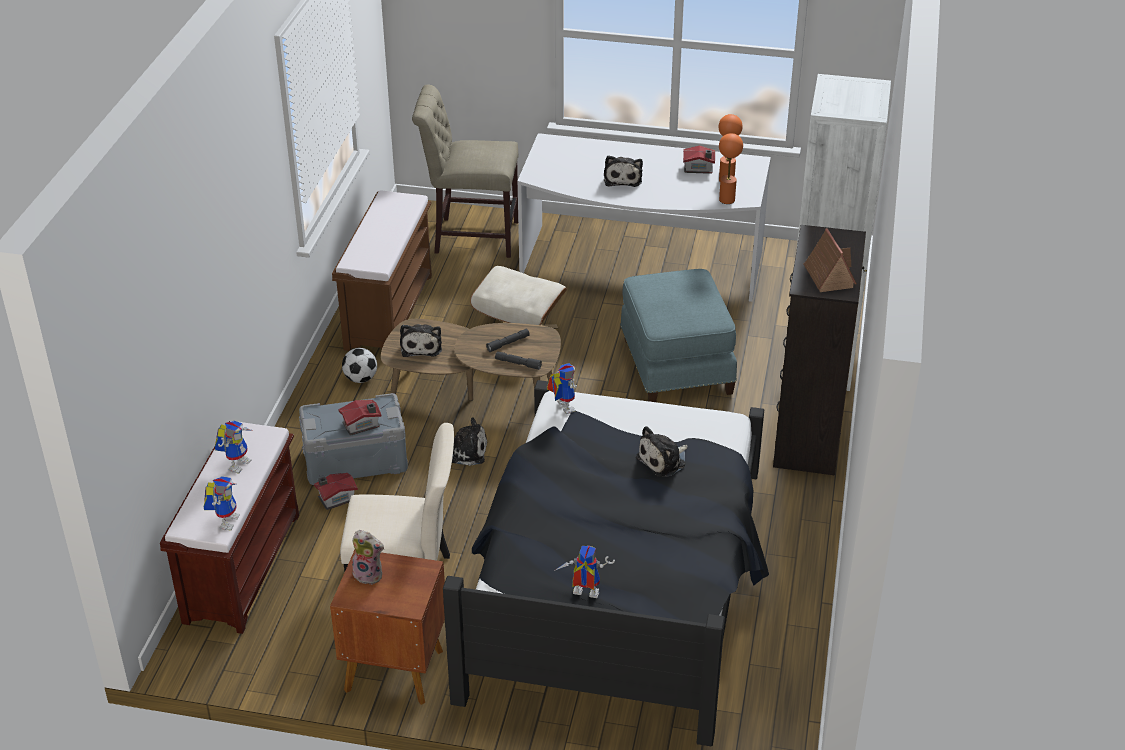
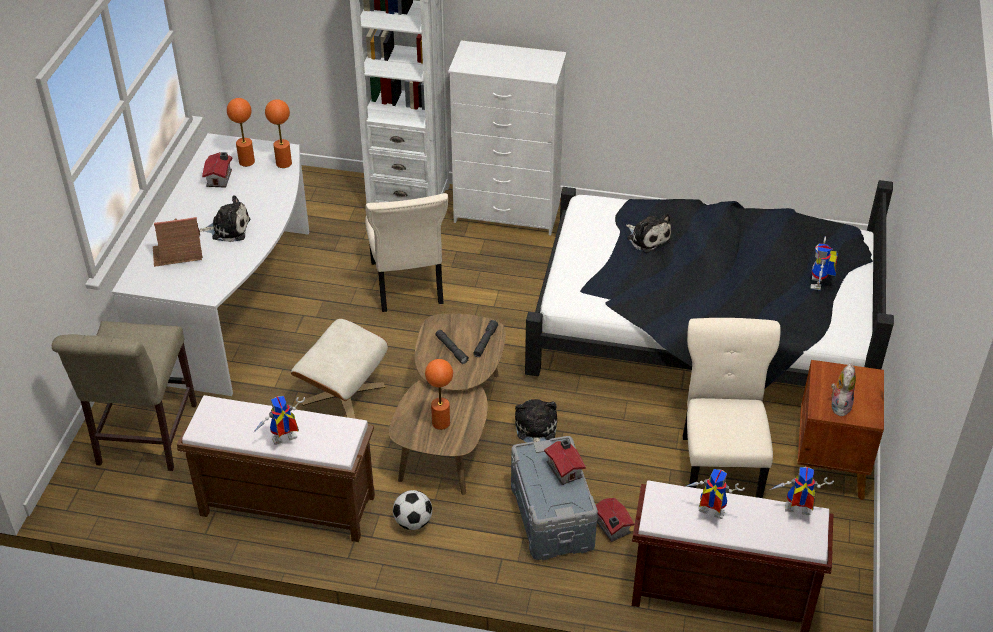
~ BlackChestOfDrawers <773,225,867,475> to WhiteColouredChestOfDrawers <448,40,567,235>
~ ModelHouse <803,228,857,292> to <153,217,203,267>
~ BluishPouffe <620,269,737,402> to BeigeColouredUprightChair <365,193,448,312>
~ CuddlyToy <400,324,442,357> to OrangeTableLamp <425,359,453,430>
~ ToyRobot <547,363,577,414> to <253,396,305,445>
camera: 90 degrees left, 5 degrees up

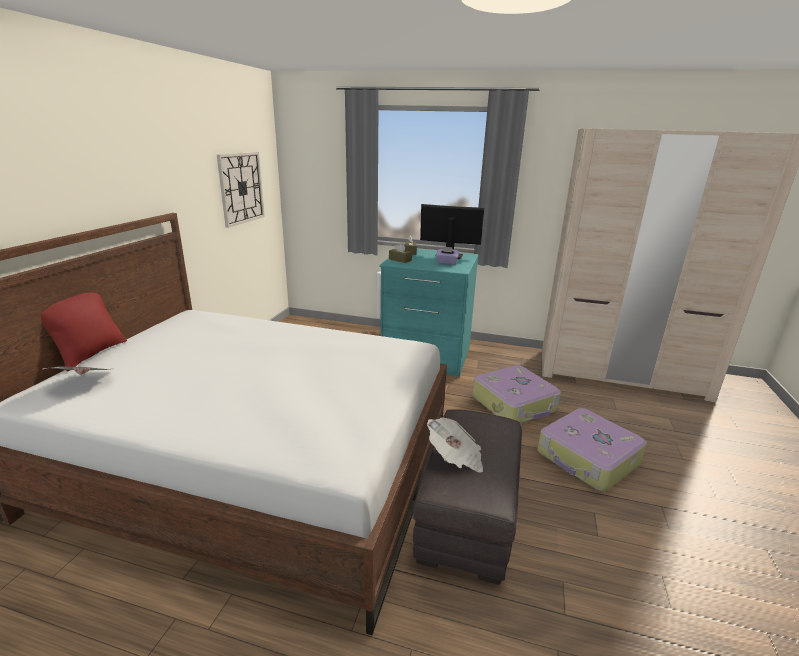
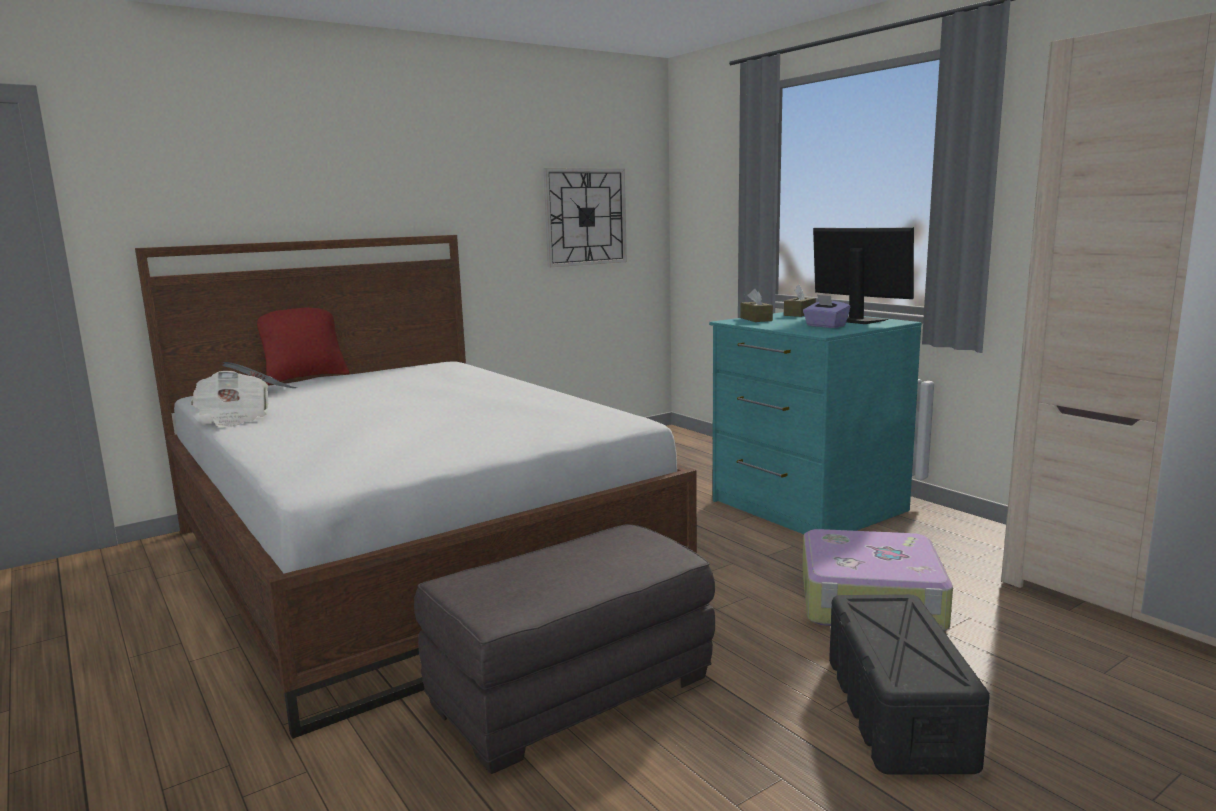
~ PieceOfLuggage <538,408,647,491> to BlackStorageBin <829,594,989,775>
~ Newspaper <427,418,483,473> to <190,371,268,428>
camera: 40 degrees right, 10 degrees down

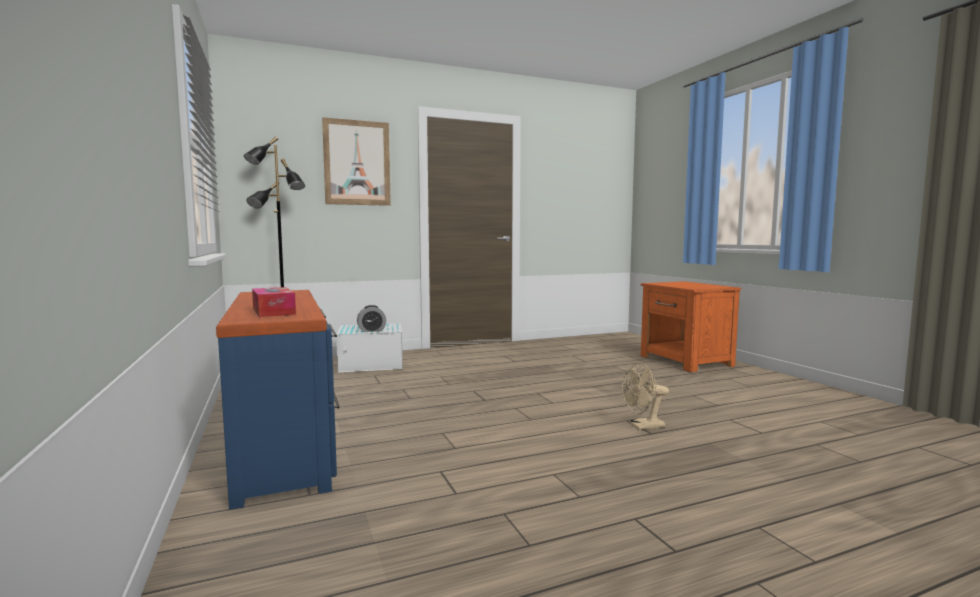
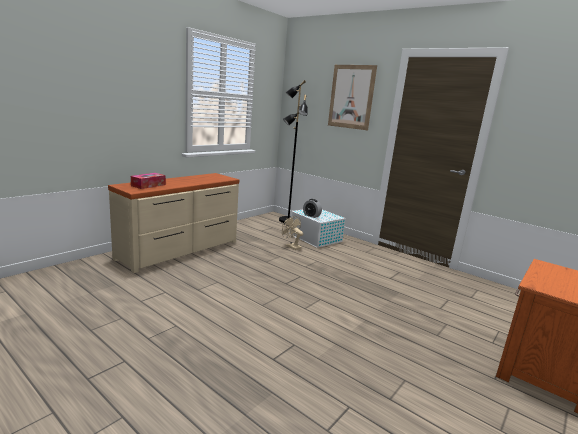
~ BluishChestOfDrawers <216,290,340,510> to BeigeColouredChestOfDrawers <108,173,239,273>
~ BeigeColouredCoolingFan <622,362,669,430> to <282,216,303,250>
camera: 60 degrees right, 10 degrees up

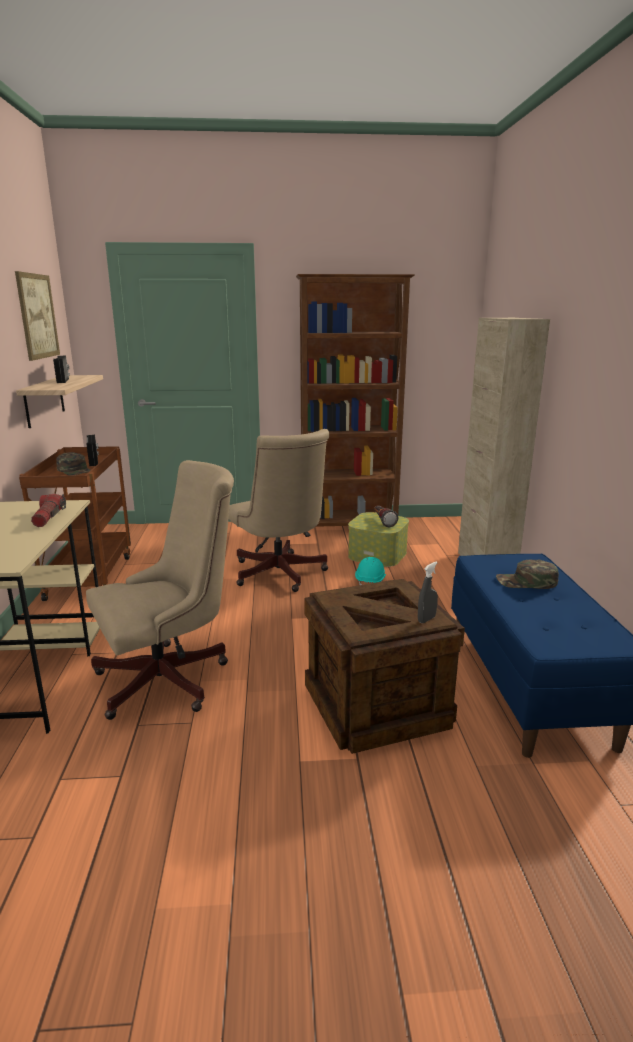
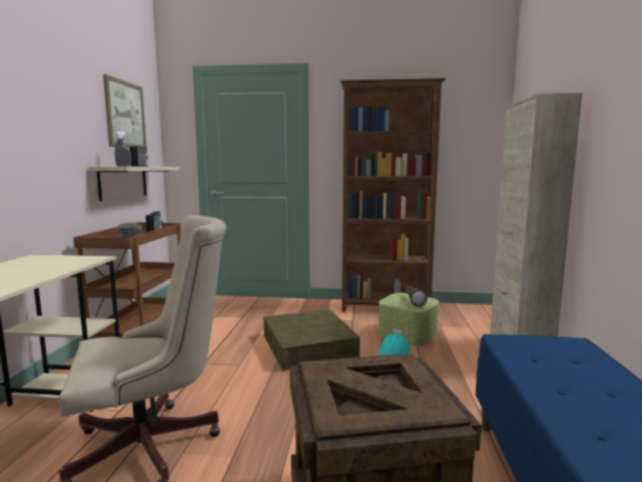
~ BeigeColouredDeskChair <228,429,329,592> to BrownishStorageBin <263,309,360,371>
- Flashlight <31,494,66,527>
- GreenishCap <496,559,559,589>
~ GreyishSprayBottle <418,562,438,623> to <115,131,131,166>
camera: 10 degrees right, 10 degrees down

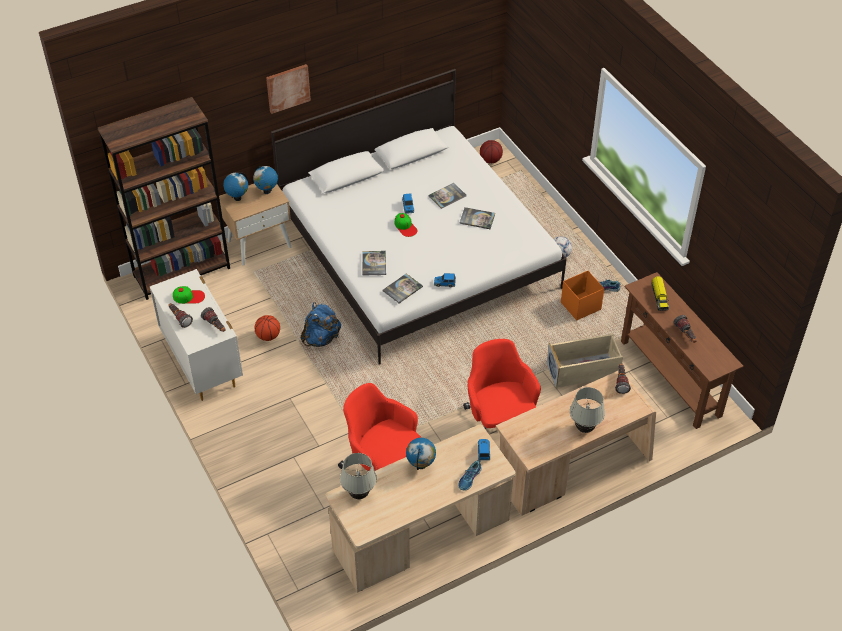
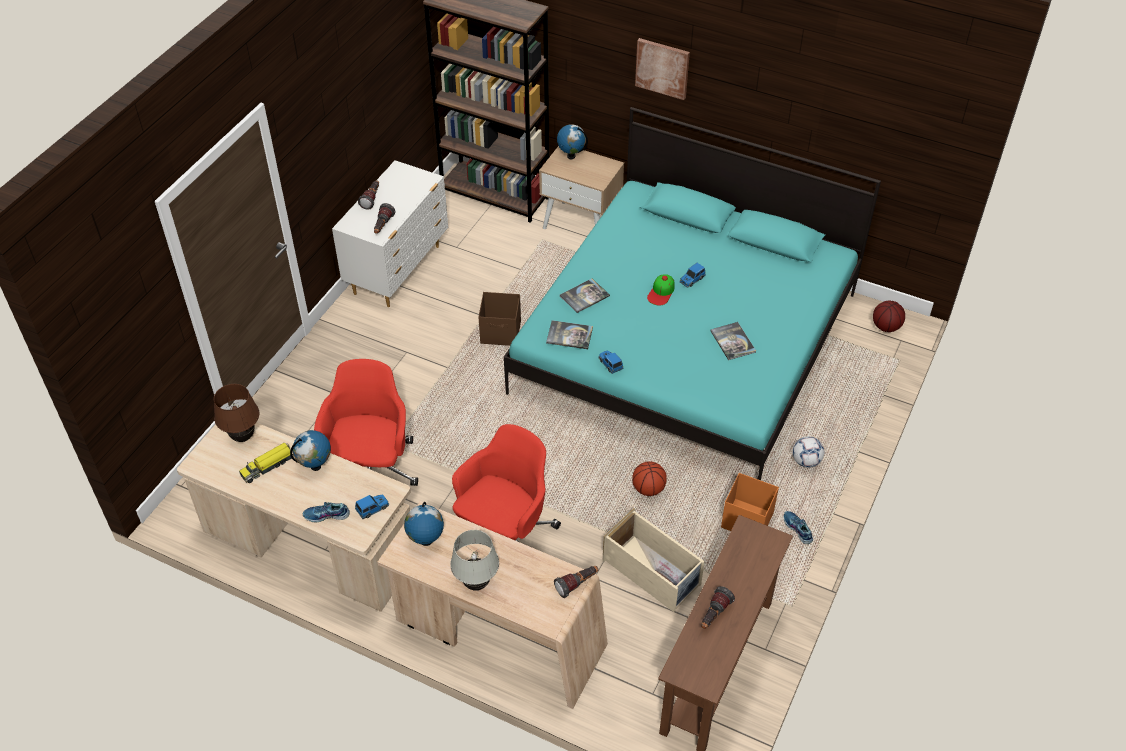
~ WhiteColouredSleepingBed <271,69,567,365> to TurquoiseSleepingBed <504,107,881,480>
~ WorldGlobe <253,166,278,194> to <404,502,444,546>
- Book <428,183,466,209>
~ ModelTruck <651,276,669,311> to <239,443,294,483>
- Cap <173,286,205,304>
~ BluishBackpack <300,302,341,347> to BrownishStorageBin <478,292,521,346>
~ BallForBasketball <255,315,280,341> to <632,461,667,496>
~ WhiteColouredTableLamp <340,453,377,499> to BrownishTableLamp <214,384,259,442>
camera: 55 degrees right, 0 degrees up

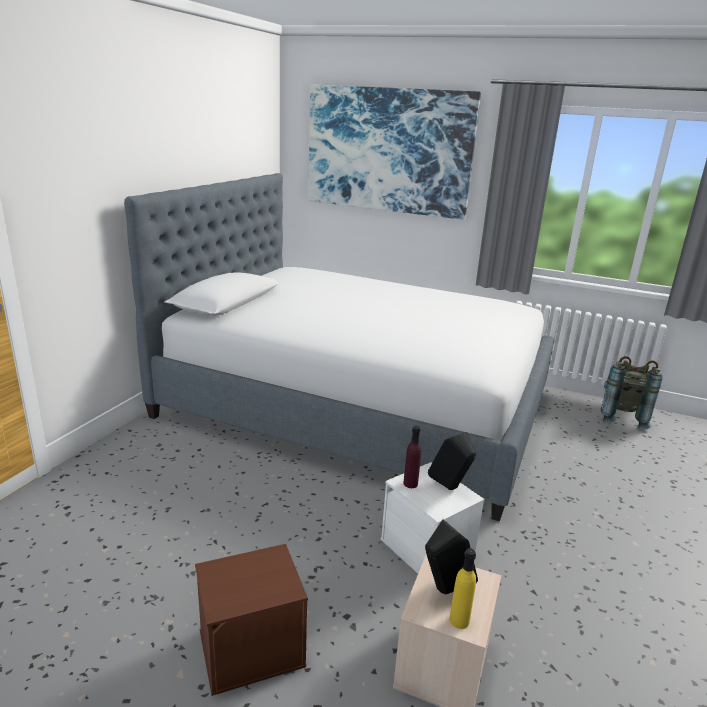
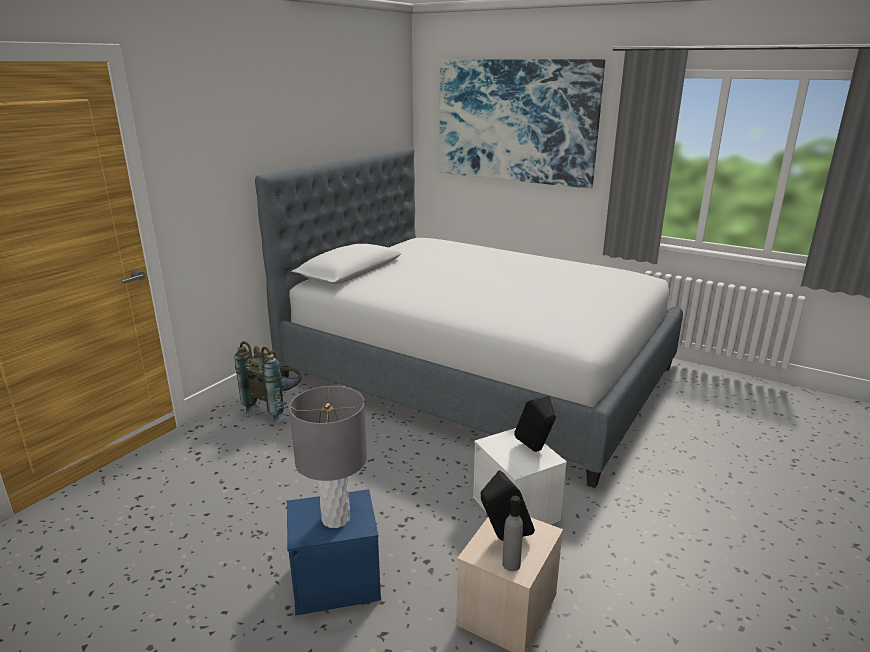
~ GreyishBackpack <601,356,663,430> to <234,341,302,423>
- PurpleBeverageBottle <403,426,421,488>
~ BrownishStorageBin <195,544,308,696> to BluishStorageBin <287,489,381,616>
~ YellowBeverageBottle <450,548,476,629> to GreyishBeverageBottle <502,496,523,571>
+ GreyishTableLamp <289,386,367,528>
camera: 10 degrees right, 0 degrees up

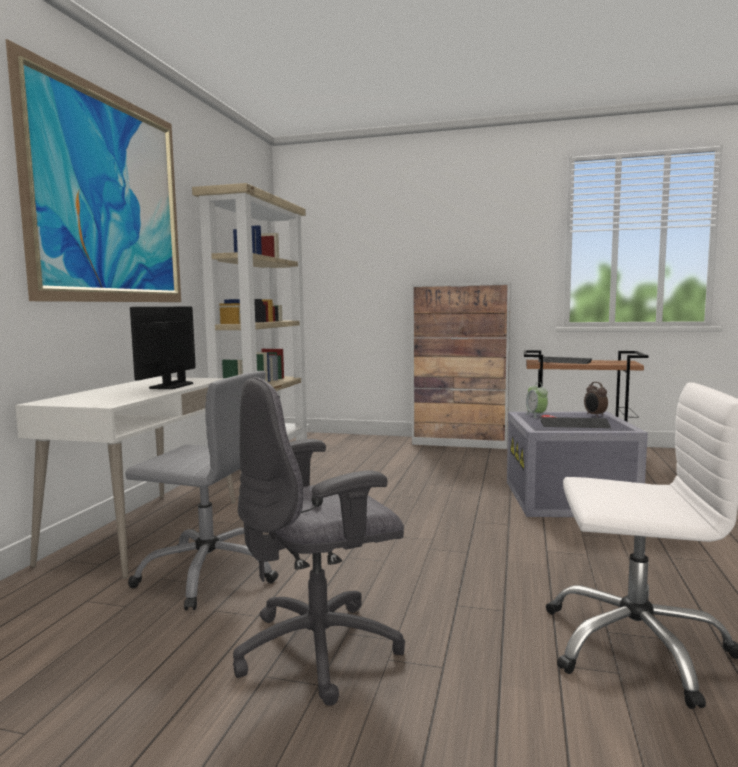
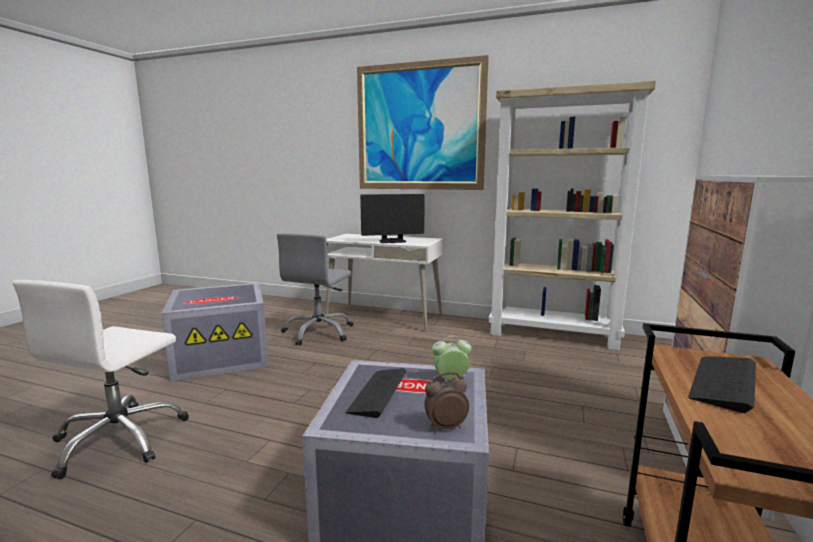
~ ComputerScreen <130,307,196,389> = <360,194,425,243> 150 degrees clockwise
~ GreyishDeskChair <233,377,405,706> to GreyishStorageBin <161,283,268,381>
camera: 95 degrees right, 5 degrees up

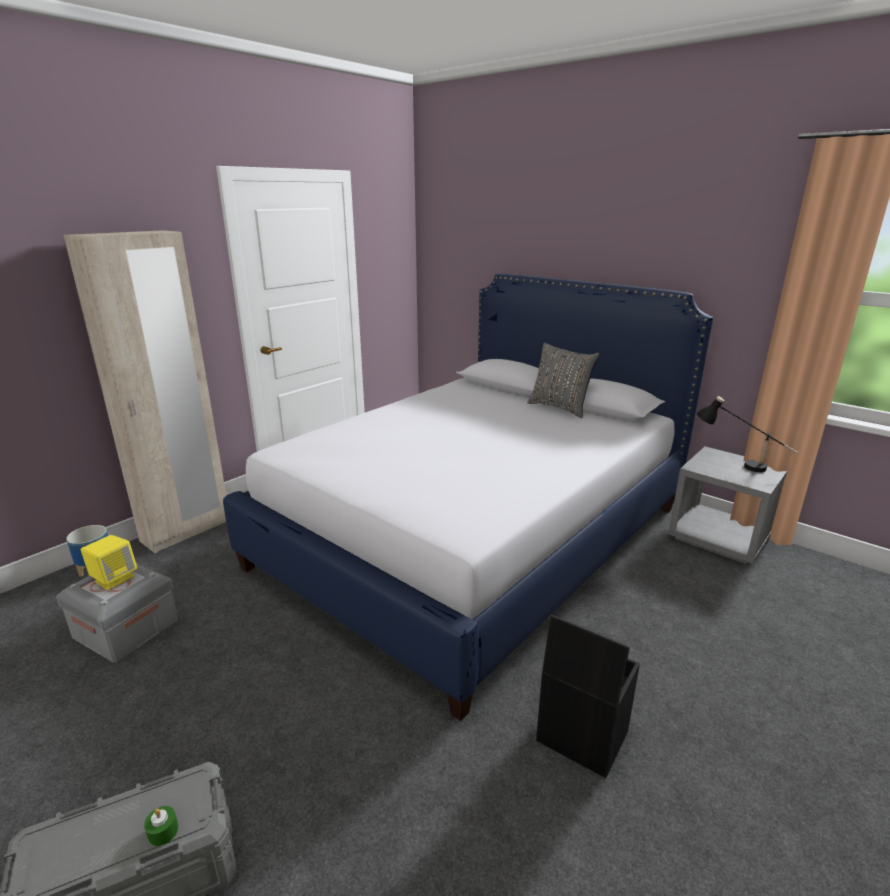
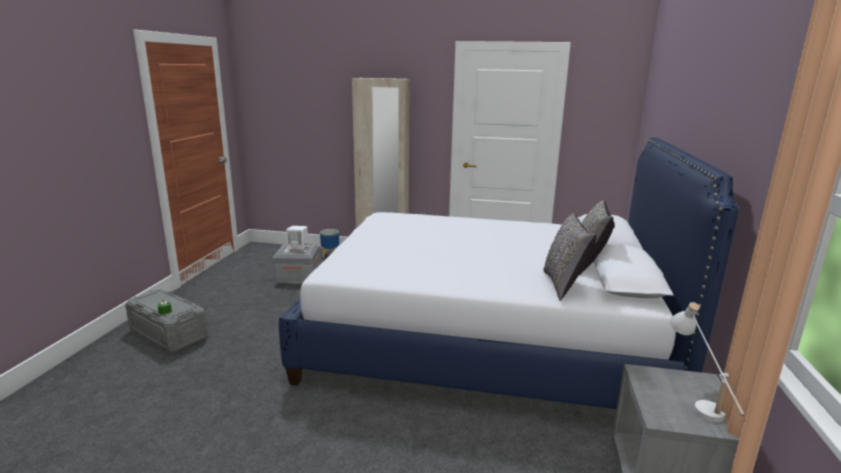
~ BlackTableLamp <697,396,798,472> to WhiteColouredTableLamp <670,302,745,422>
~ YellowAudioSpeaker <81,535,137,590> to WhiteColouredAudioSpeaker <286,226,308,250>
- BlackStorageBin <536,615,640,778>
+ GreyishCushion <543,213,596,301>
camera: 60 degrees right, 5 degrees down

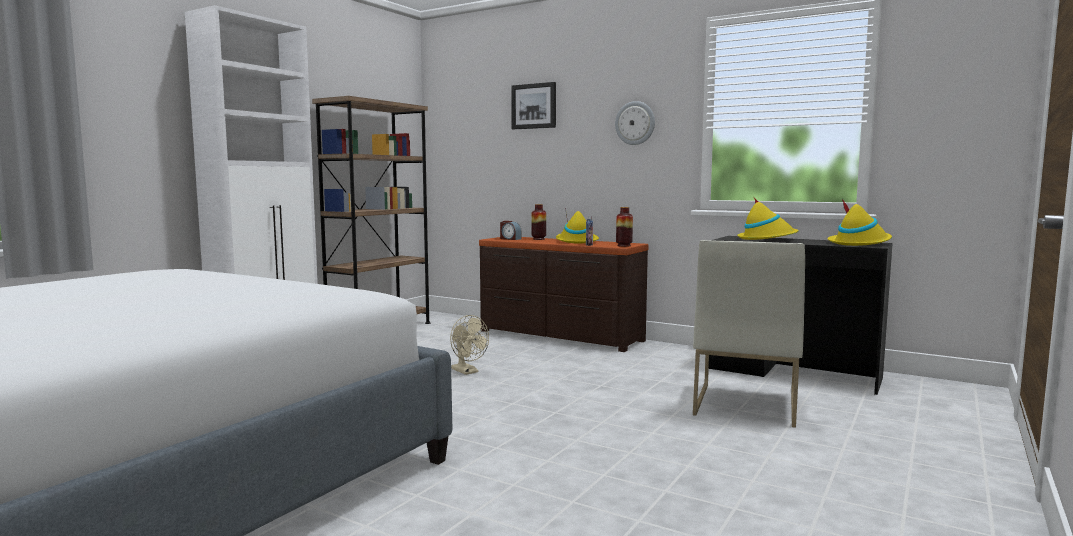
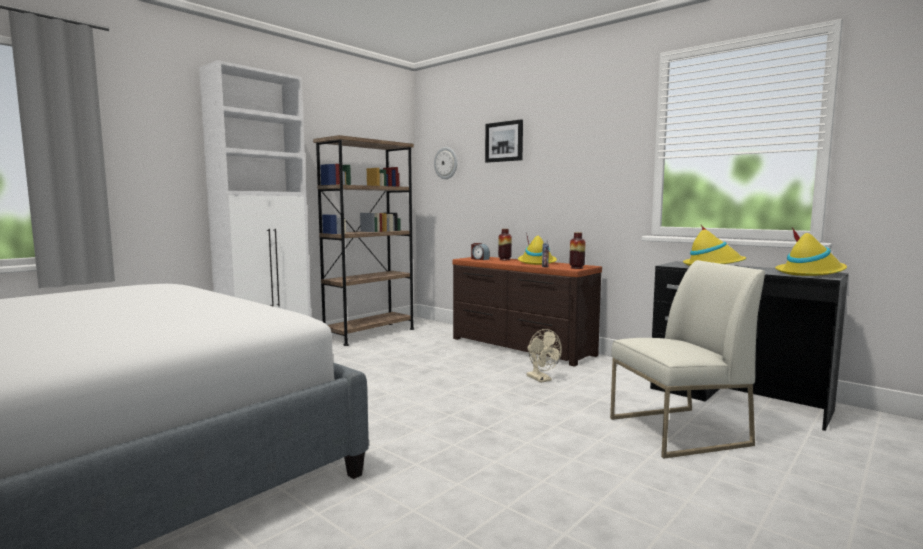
~ HangingClock <615,101,655,145> to <434,147,457,179>
~ WhiteColouredUprightChair <693,240,805,428> = <610,260,765,459> 135 degrees counterclockwise
~ BeigeColouredCoolingFan <450,315,489,375> to <526,329,562,383>
camera: 10 degrees right, 0 degrees up

